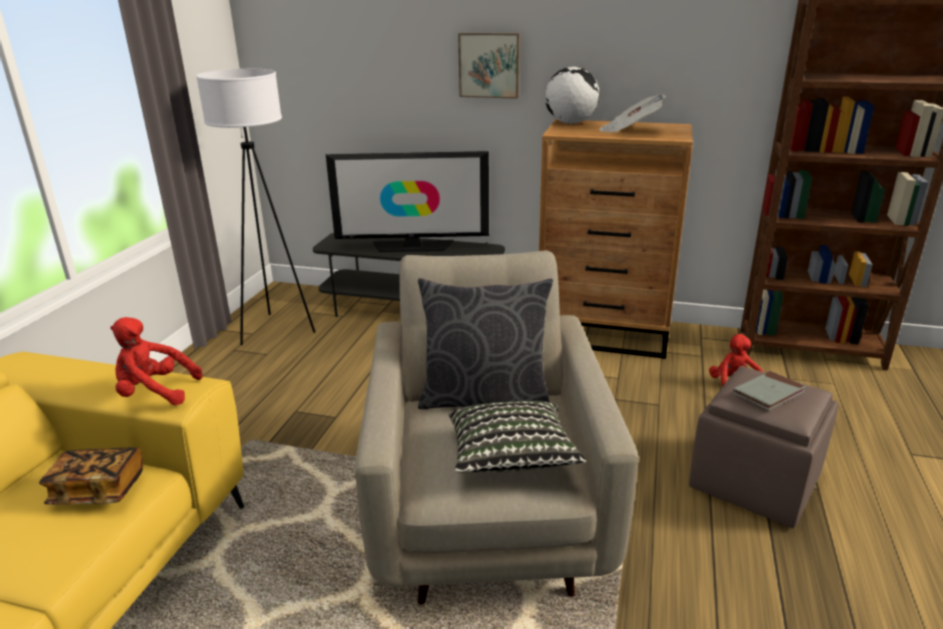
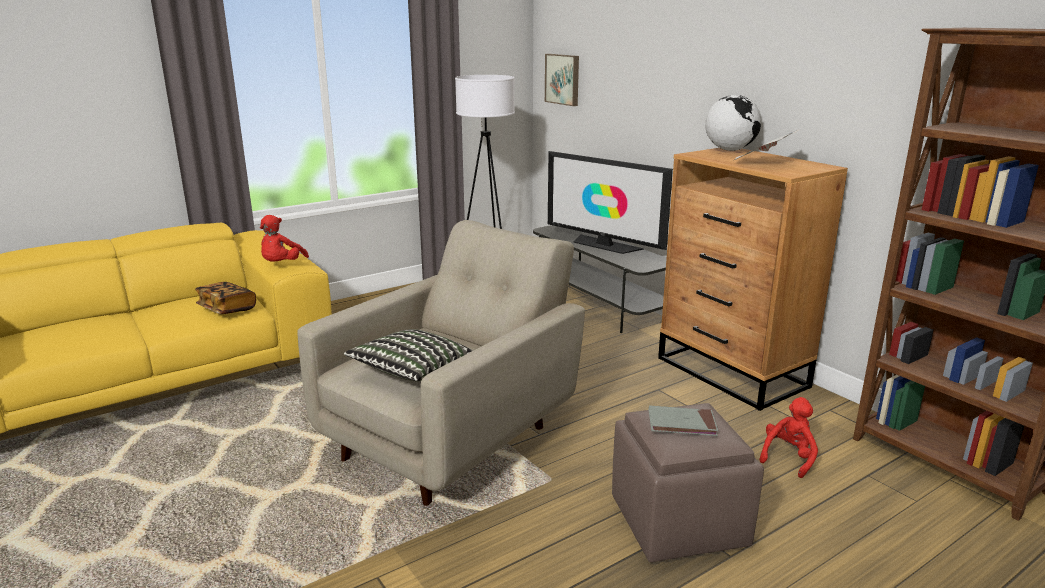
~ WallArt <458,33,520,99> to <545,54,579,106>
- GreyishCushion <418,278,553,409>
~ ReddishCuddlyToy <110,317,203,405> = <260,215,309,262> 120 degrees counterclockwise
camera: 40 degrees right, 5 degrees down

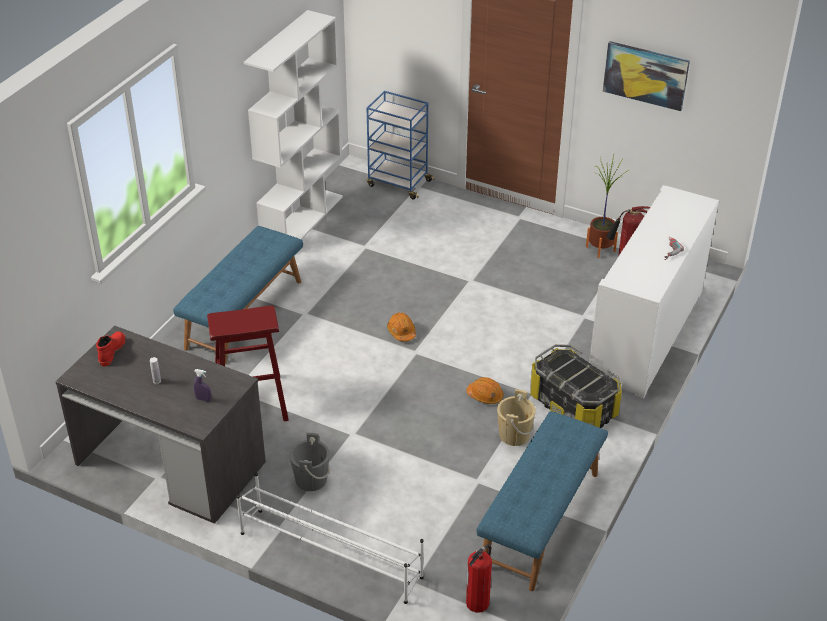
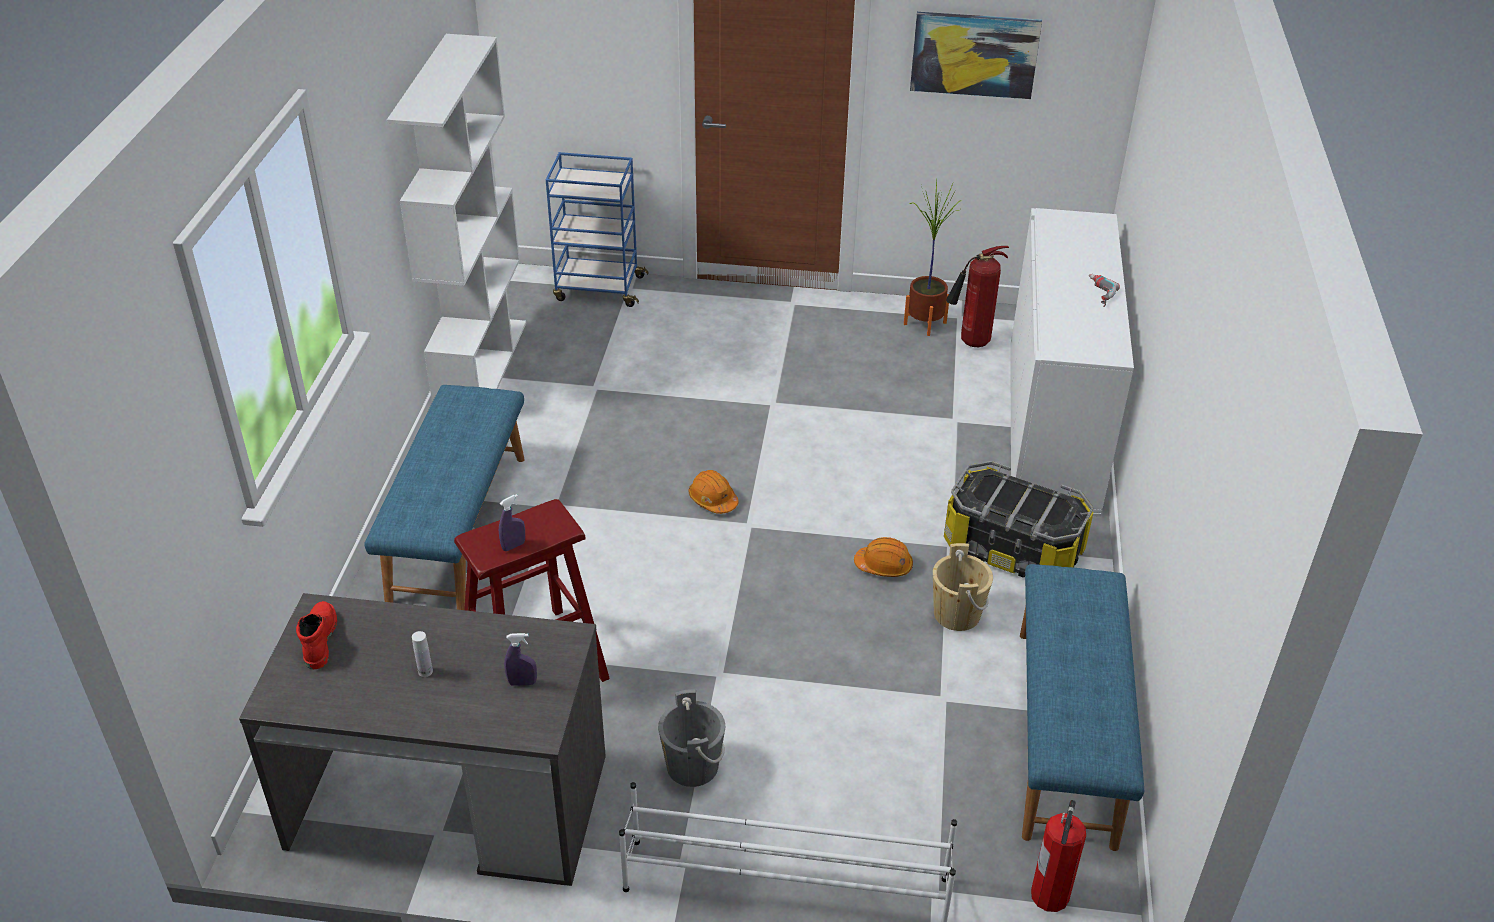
+ PurpleSprayBottle <499,494,525,551>
camera: 20 degrees left, 0 degrees up

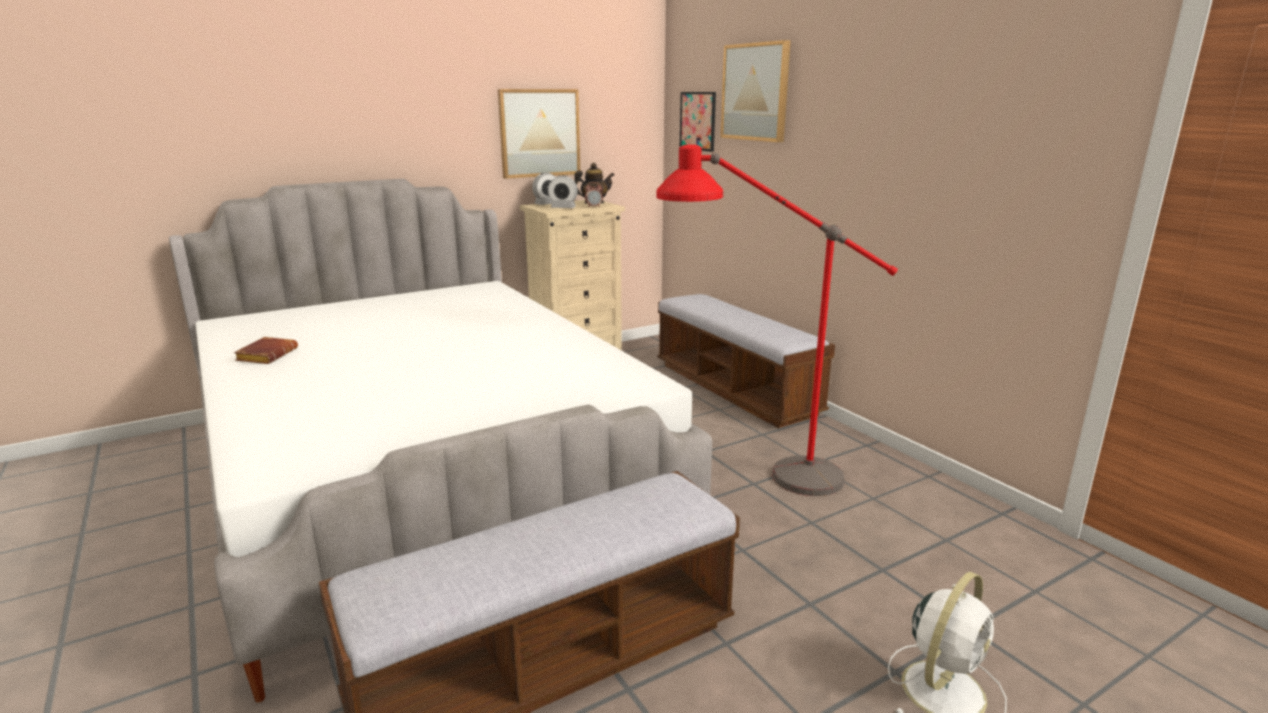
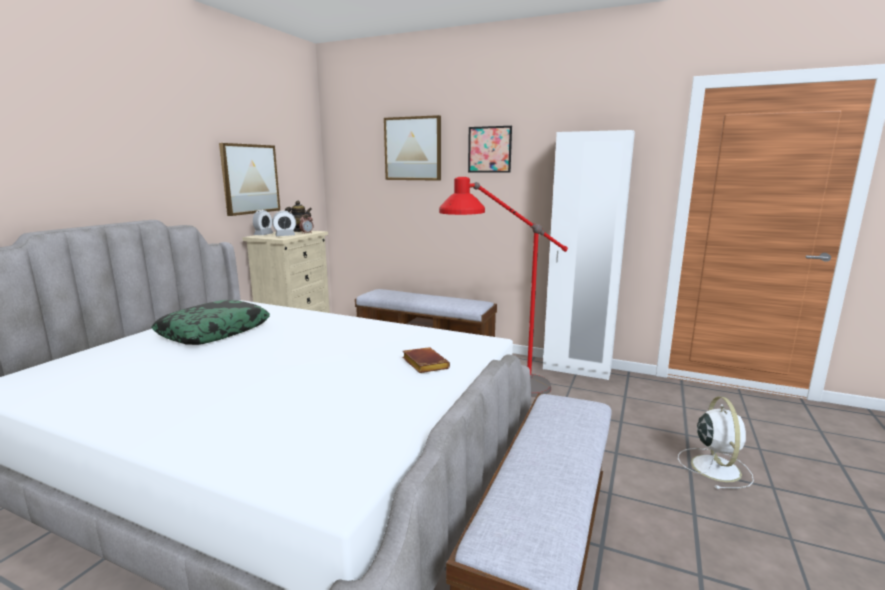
~ WallArt <680,92,716,152> to <468,126,512,173>
~ BrownishBook <234,337,298,364> to <402,347,450,373>
+ WhiteColouredClothesCupboard <543,130,635,380>
+ Cushion <151,300,270,345>
camera: 35 degrees left, 5 degrees down

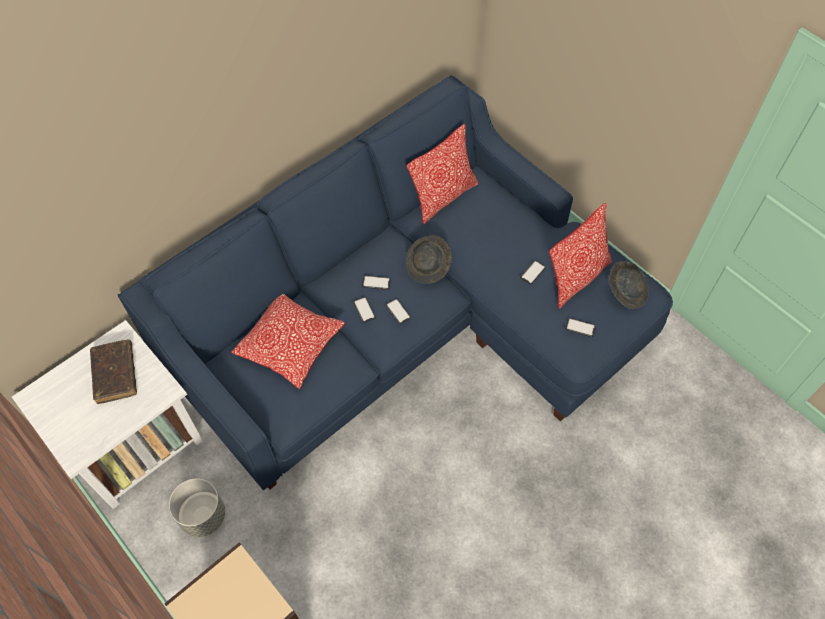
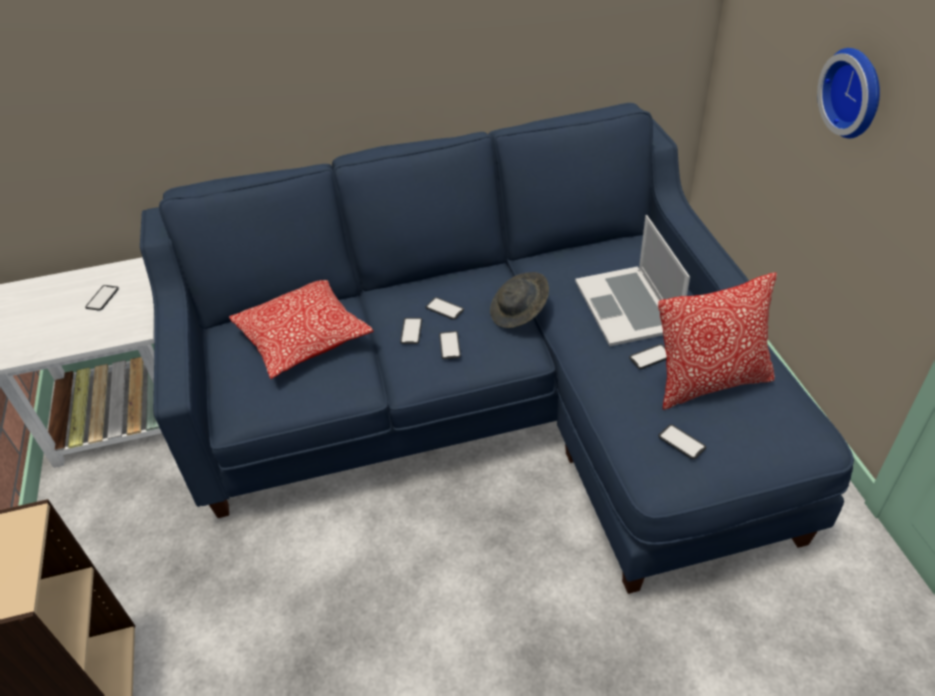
- Cushion <407,124,478,225>
- GreyishHat <609,261,649,309>
~ BrownishBook <90,340,137,404> to Telephone <85,285,119,311>
- GreyishPlantPot <169,479,225,537>
+ HangingClock <817,48,880,138>
+ Laptop <575,215,690,346>
camera: 30 degrees right, 15 degrees down

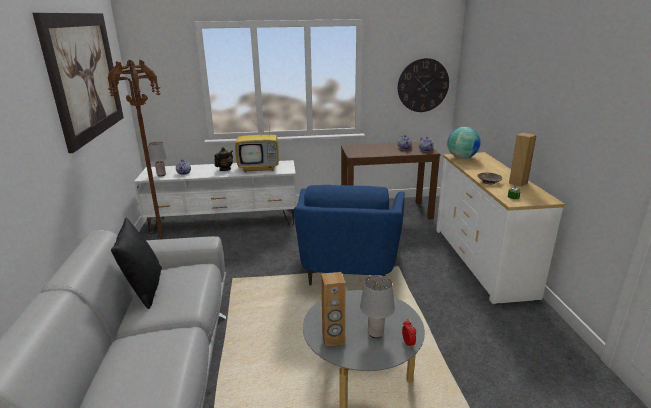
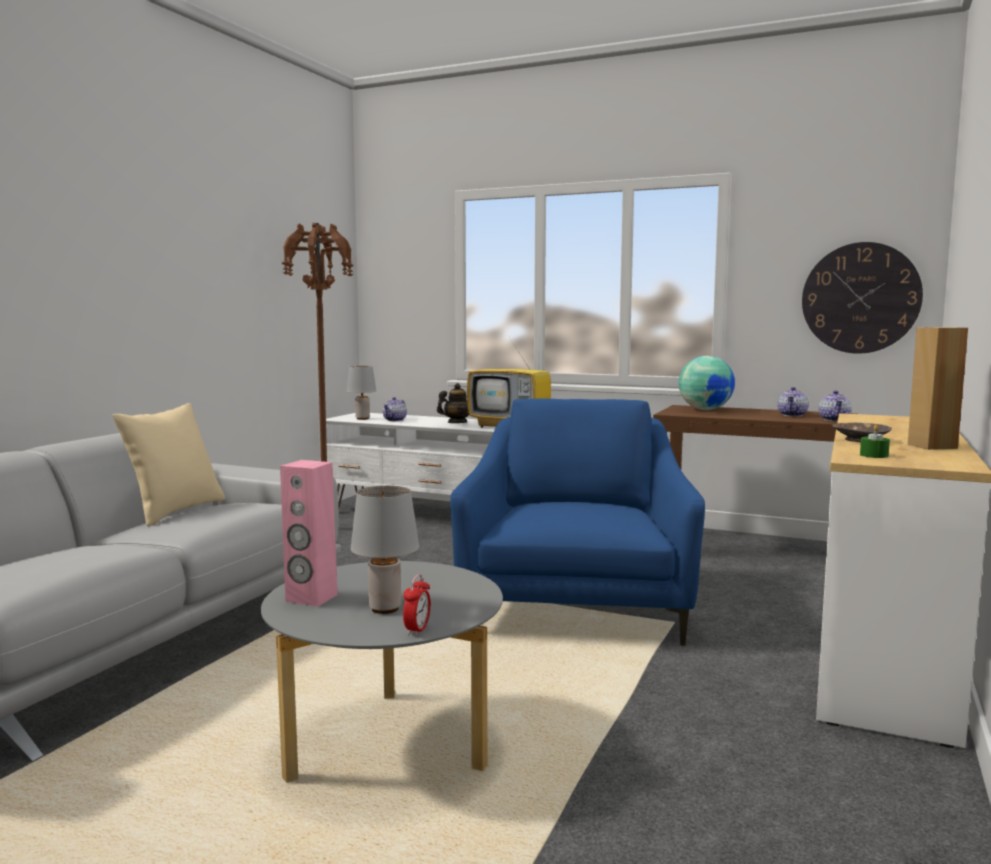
- WallArt <32,13,124,153>
~ WorldGlobe <447,127,481,159> to <679,356,735,410>
~ BluishEasyChair <294,185,405,285> = <450,399,705,646> 150 degrees clockwise
~ BlackCushion <111,217,162,309> to BeigeColouredCushion <113,403,225,527>
~ BrownishAudioSpeaker <321,272,346,346> to PinkishAudioSpeaker <280,460,338,607>
camera: 30 degrees right, 15 degrees down

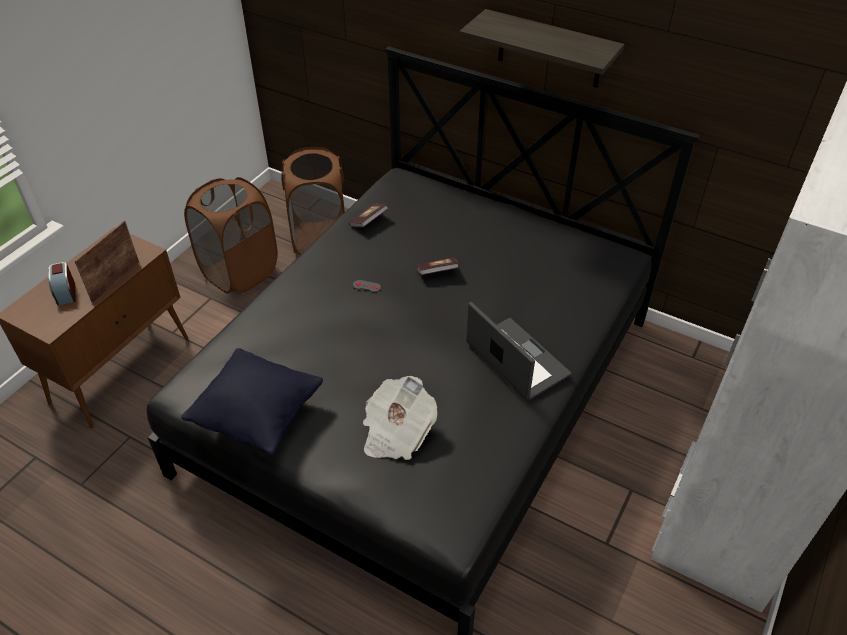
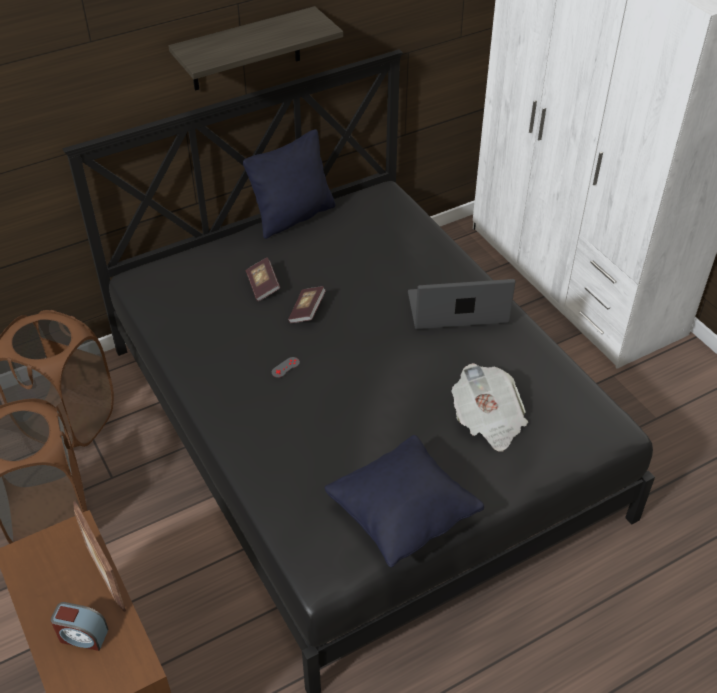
~ Book <349,204,389,227> to <246,257,280,301>
+ BlackCushion <243,129,336,239>
camera: 60 degrees left, 0 degrees up

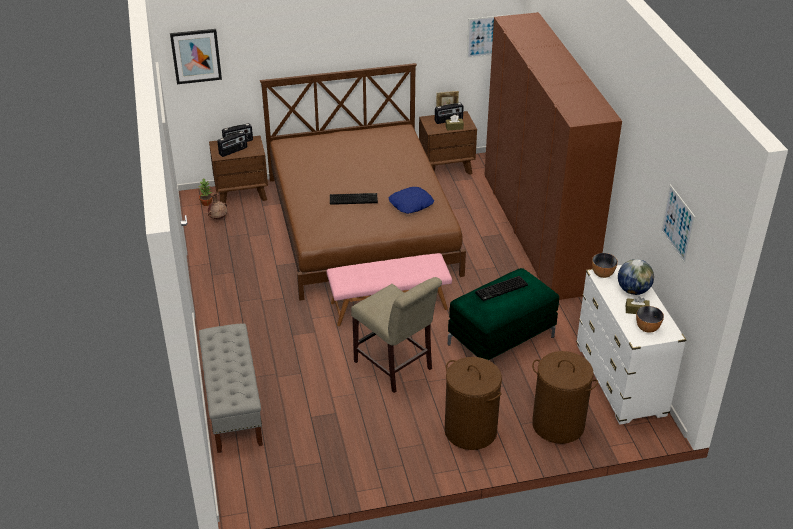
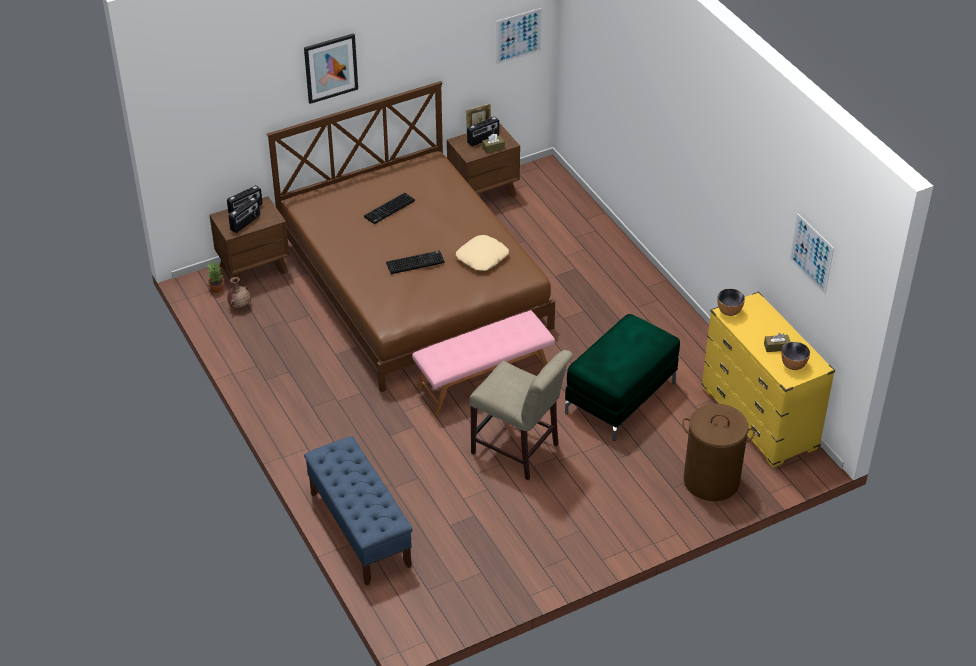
- BrownishClothesCupboard <484,12,622,300>
~ WallArt <170,29,222,84> to <304,33,358,104>
~ BluishCushion <389,187,434,214> to BeigeColouredCushion <456,235,509,271>
- WorldGlobe <618,259,654,295>
~ WhiteColouredChestOfDrawers <576,265,686,425> to YellowChestOfDrawers <702,291,835,468>
~ Keyboard <475,276,528,301> to <364,193,415,224>
~ GreyishLongSeat <199,324,263,453> to BluishLongSeat <304,436,413,585>
- BrownishHamper <445,357,502,450>
camera: 15 degrees left, 5 degrees up

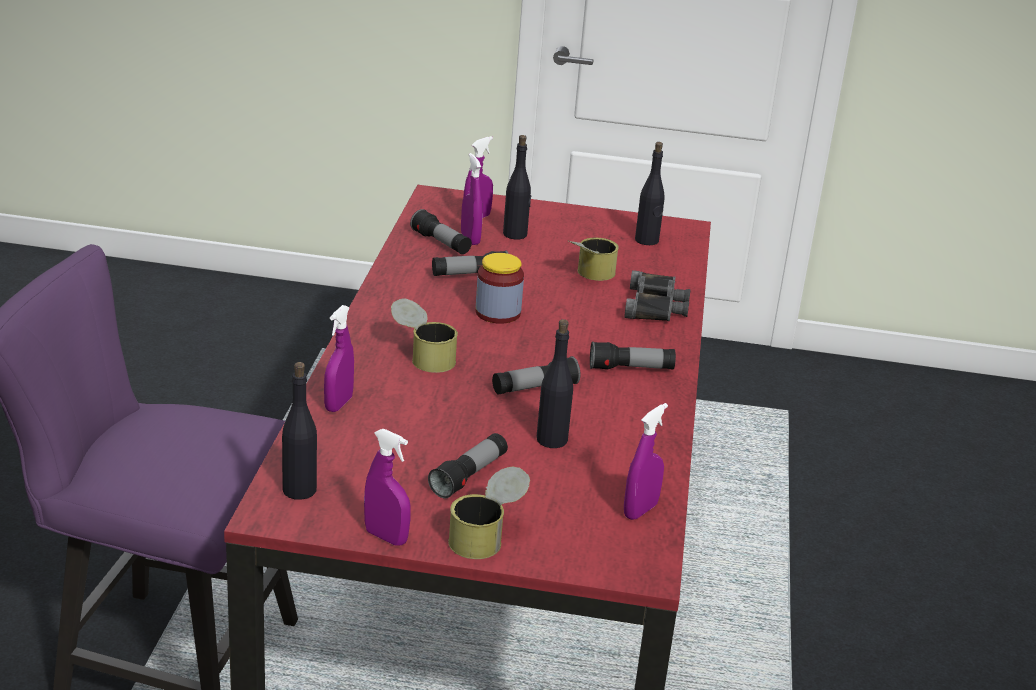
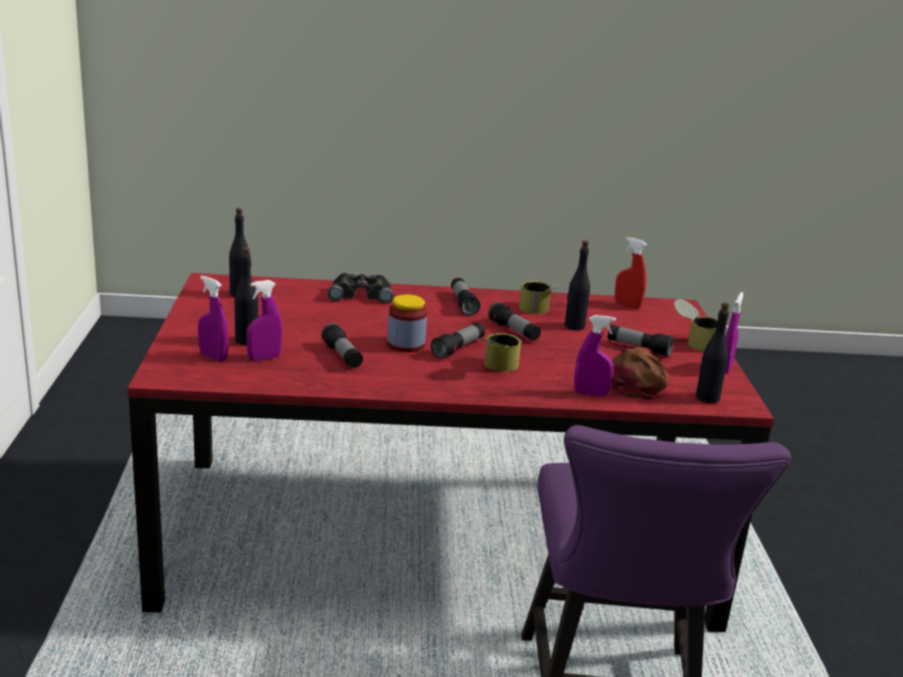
~ Flashlight <410,209,472,254> to <431,322,485,359>
~ Can <569,238,619,281> to <519,281,571,314>
~ PurpleSprayBottle <624,403,668,520> to ReddishSprayBottle <615,237,647,309>
+ BrownishCap <611,348,669,400>
camera: 100 degrees left, 5 degrees down

